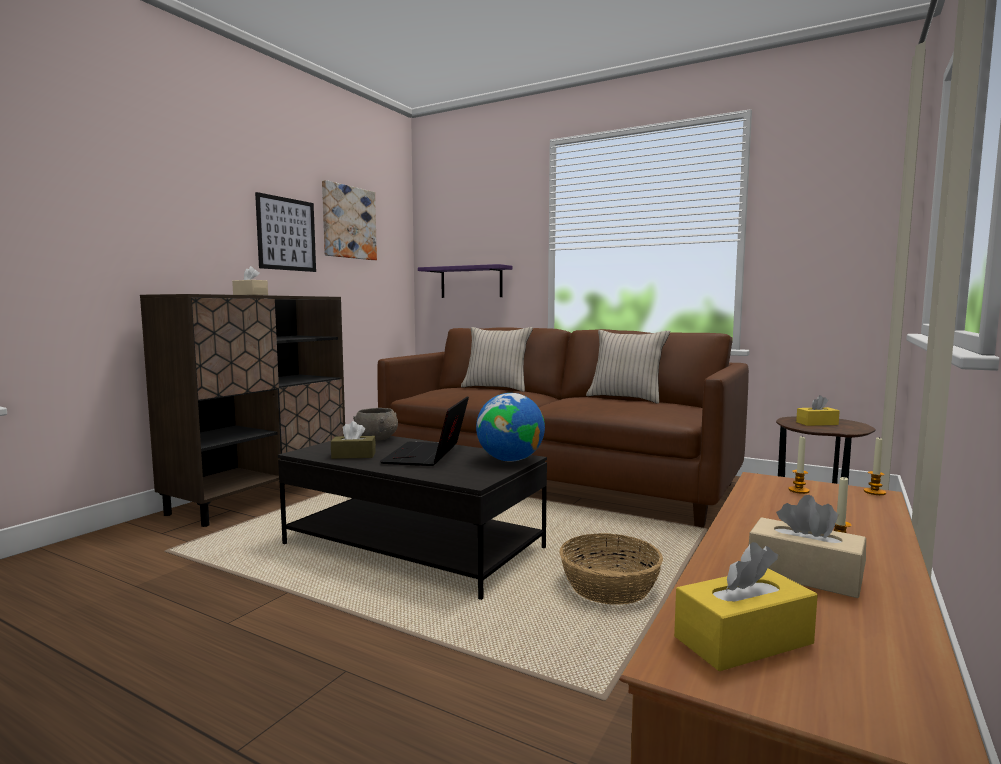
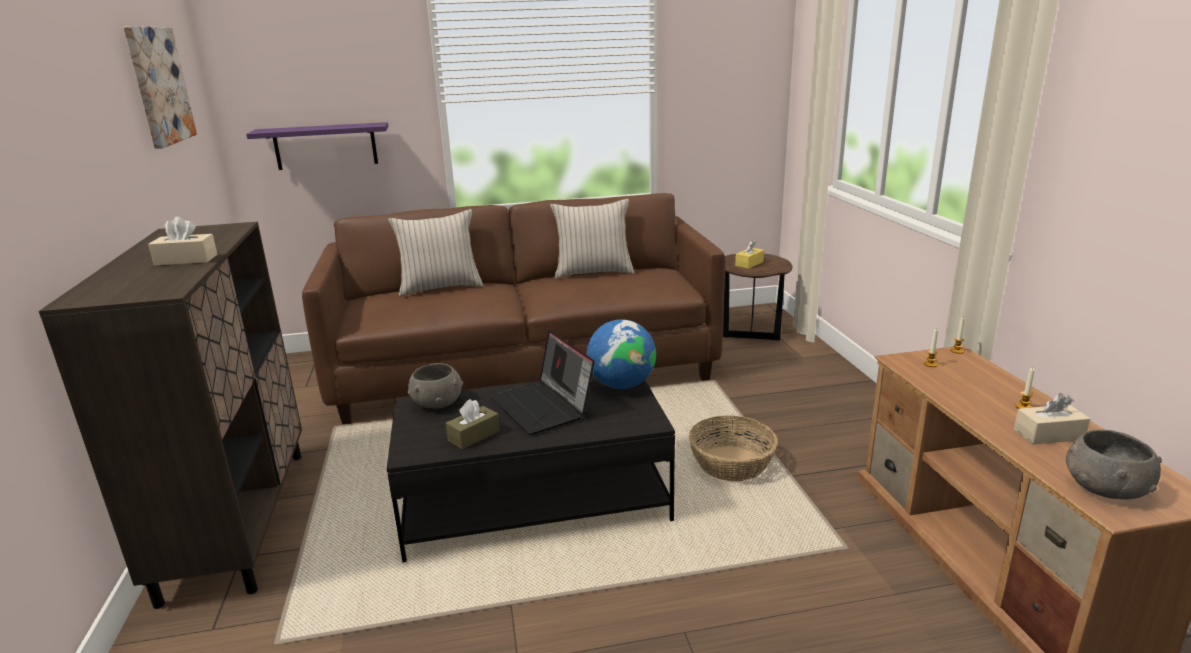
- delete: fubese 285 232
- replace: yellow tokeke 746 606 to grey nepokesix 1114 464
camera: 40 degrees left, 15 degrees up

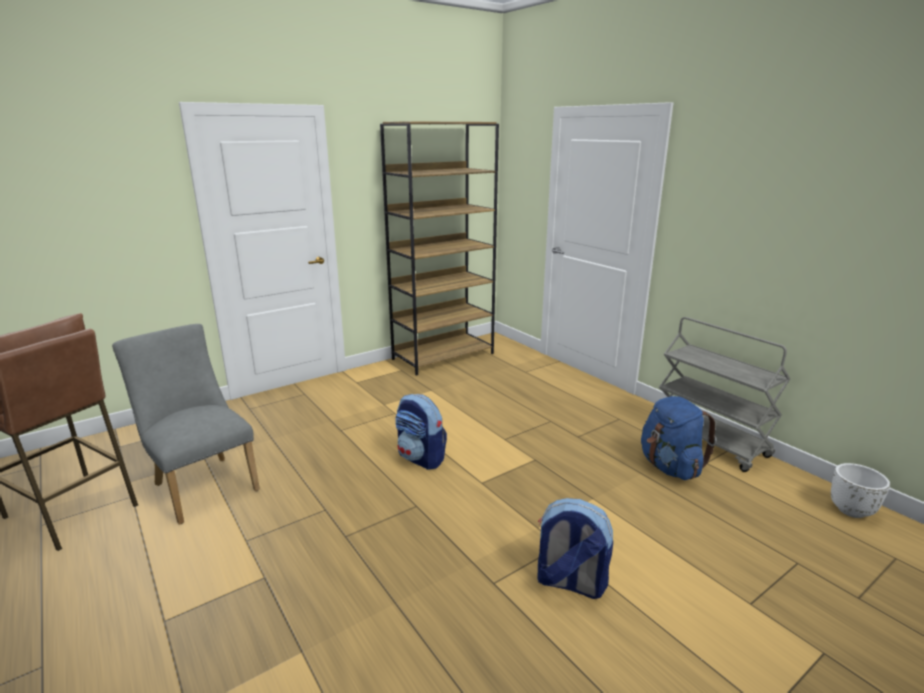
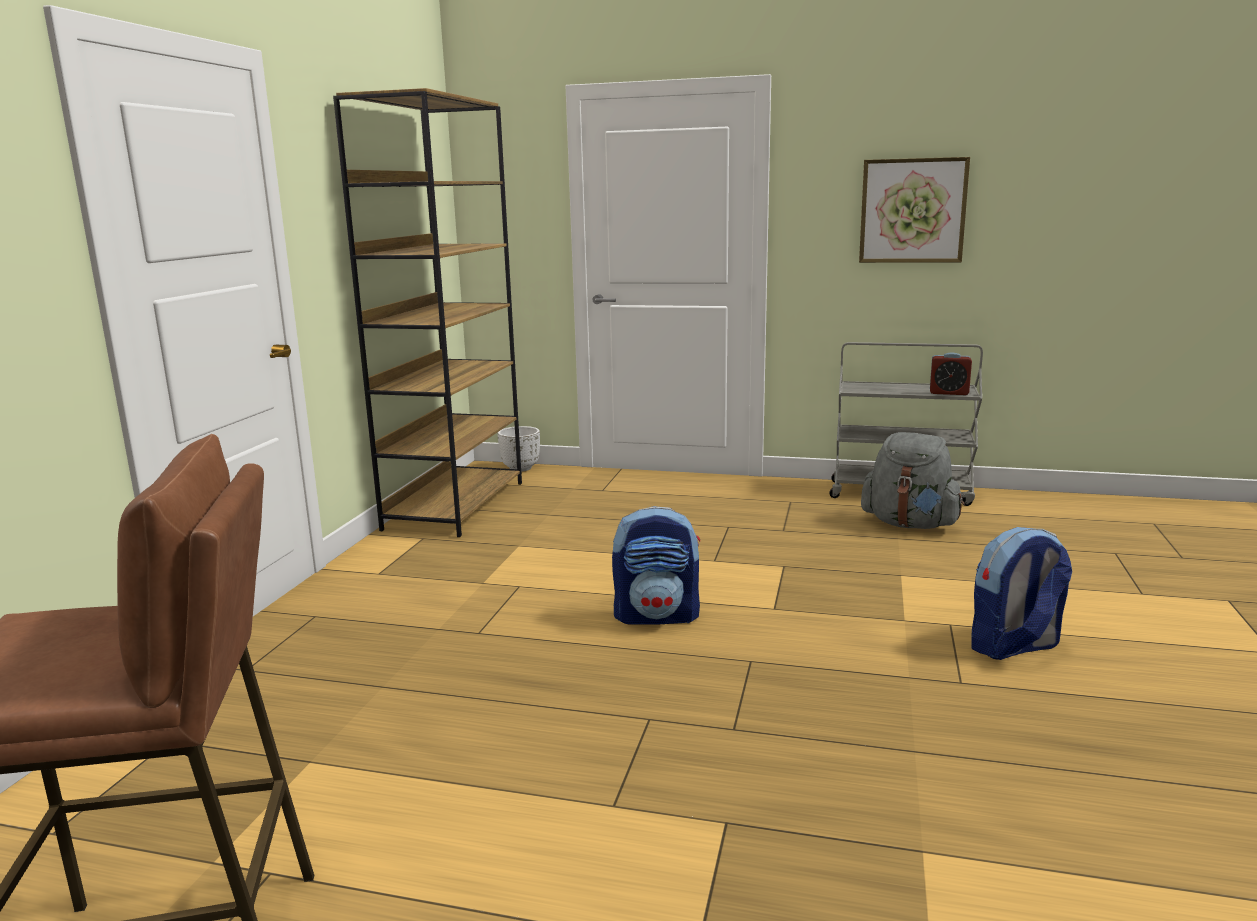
- delete: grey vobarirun 186 424
- insert: fubese 914 210
- insert: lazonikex 951 373
- move: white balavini 860 490 to 519 449
- recolor: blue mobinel 679 438 to grey mobinel 913 480
camera: 40 degrees left, 5 degrees down

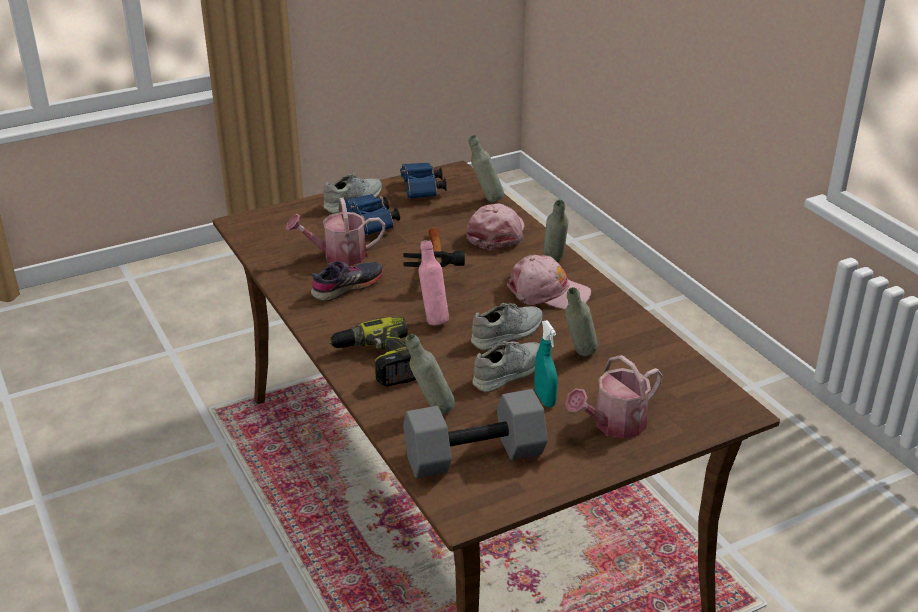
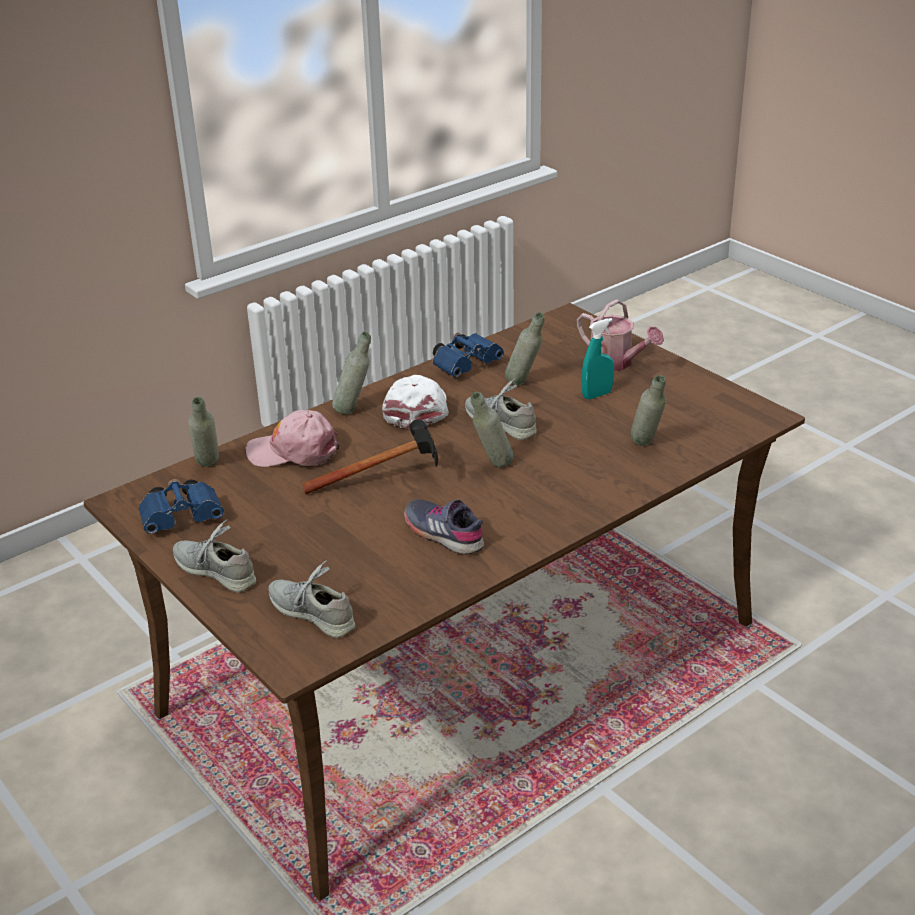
- delete: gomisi 335 232
- delete: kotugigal 372 351
- delete: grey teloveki 475 434
- move: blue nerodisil 372 214 to 468 355
- move: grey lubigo 506 367 to 311 599
- recolor: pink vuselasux 434 282 to grey vuselasux 492 429
- recolor: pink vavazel 549 282 to white vavazel 415 402
camera: 100 degrees left, 0 degrees up

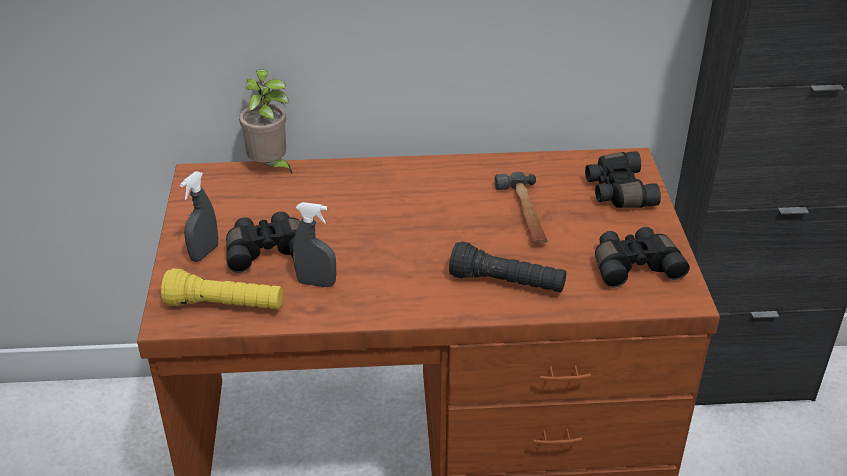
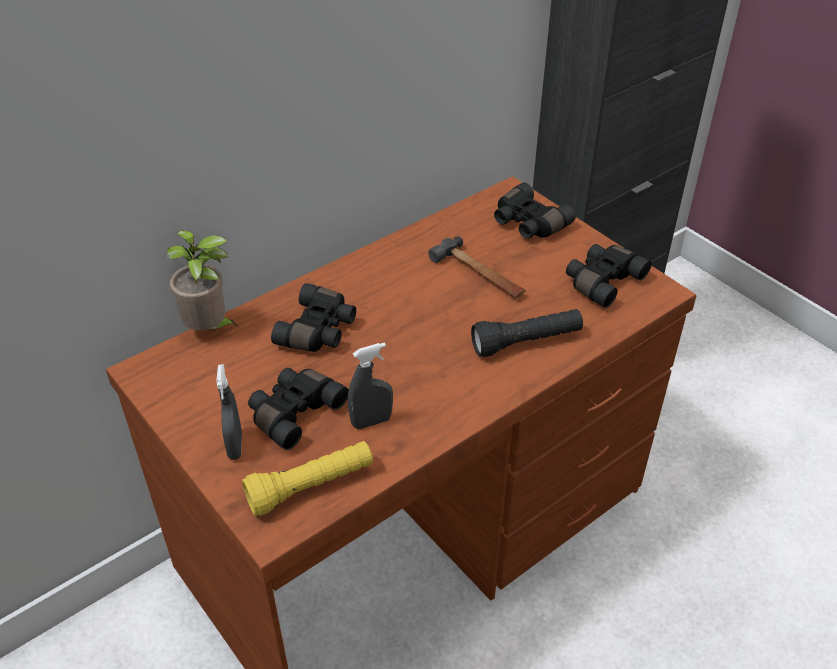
- insert: black nerodisil 313 317
camera: 35 degrees left, 5 degrees up

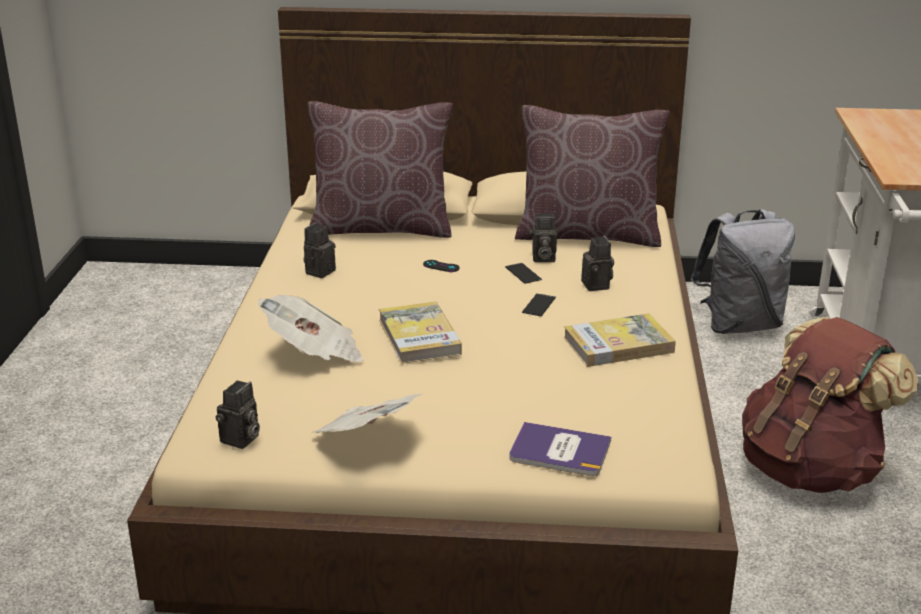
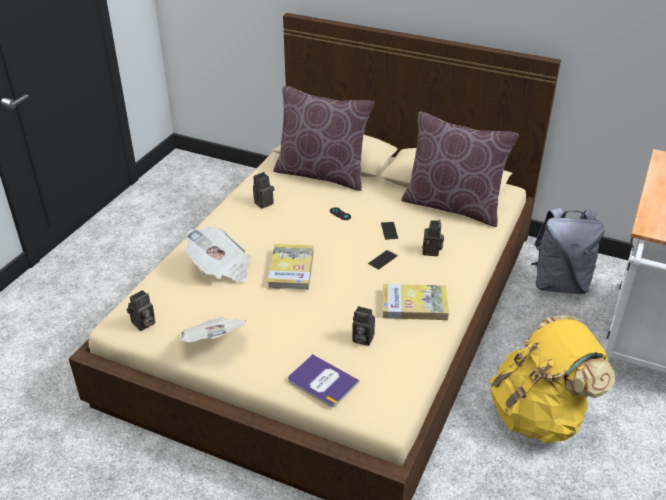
- move: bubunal 543 237 to 363 326
- recolor: brown mobinel 830 405 to yellow mobinel 552 379
camera: 20 degrees right, 10 degrees up

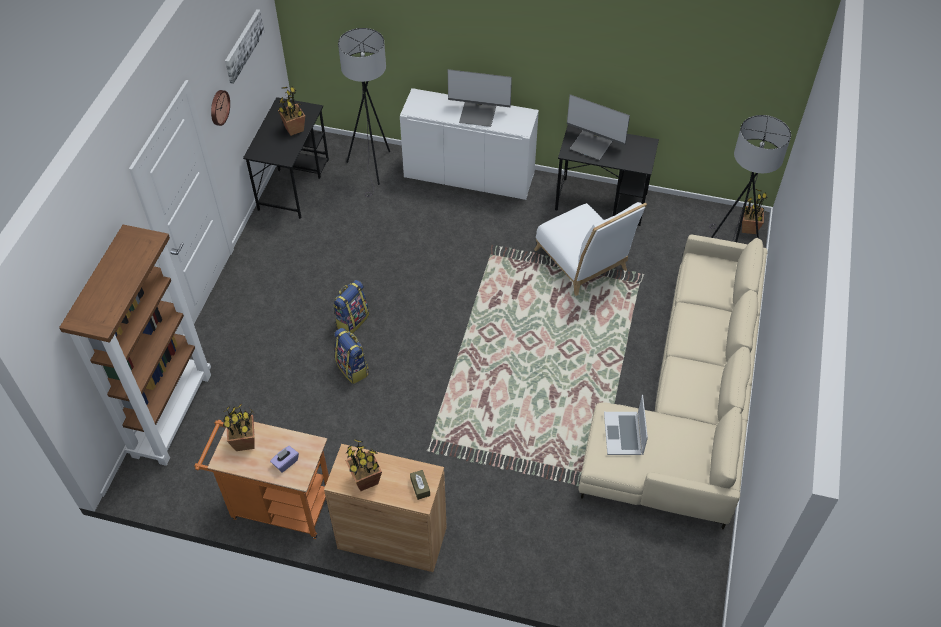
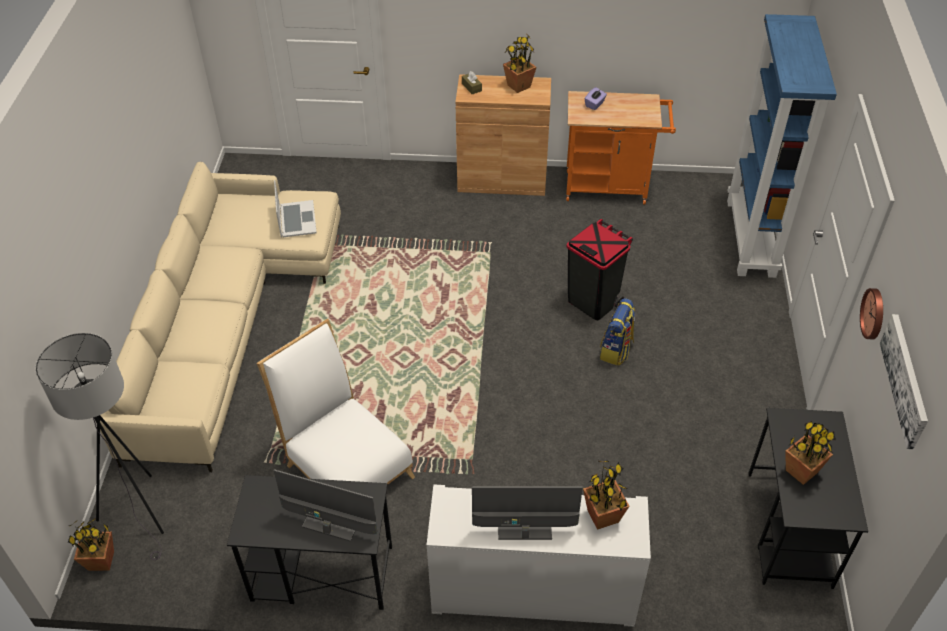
- delete: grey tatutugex 364 112
- move: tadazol 239 427 to 606 495
- replace: mobinel 351 356 to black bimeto 599 269
- recolor: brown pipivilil 135 345 to blue pipivilil 782 146
camera: 170 degrees right, 5 degrees down

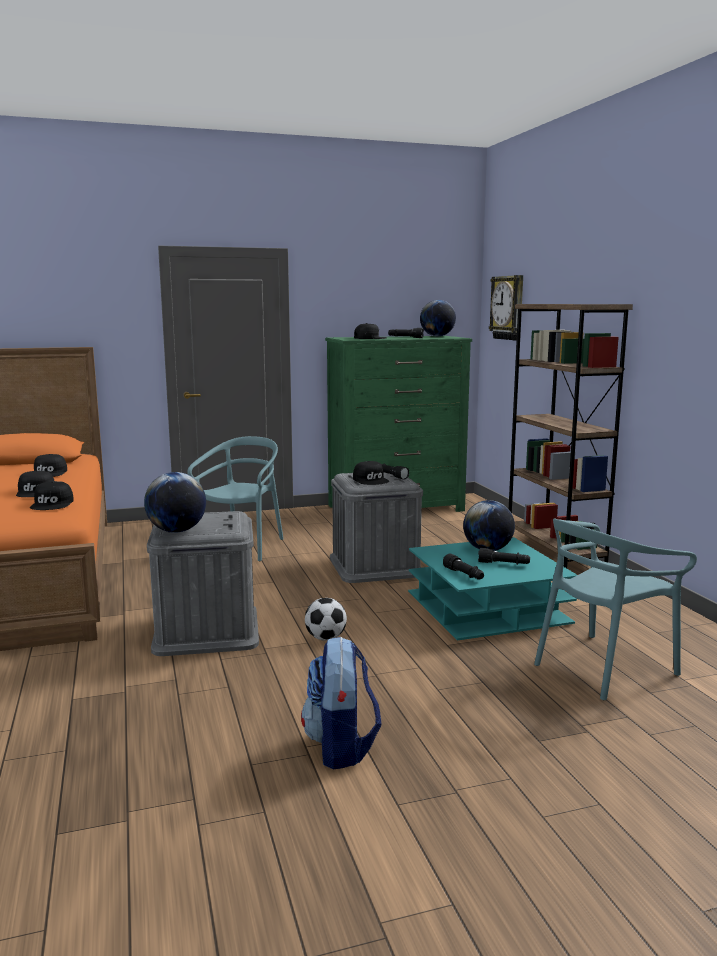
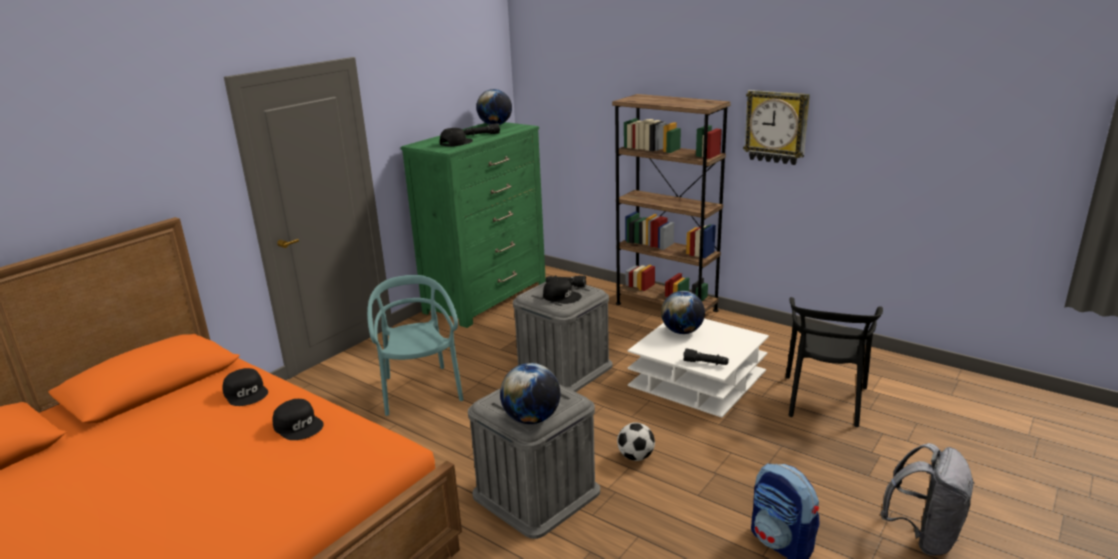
- delete: black vavazel 52 495
- delete: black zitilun 504 556
- insert: grey mobinel 927 499
- move: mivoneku 506 307 to 776 127
- recolor: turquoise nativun 492 588 to white nativun 698 368
- recolor: turquoise vobarirun 615 609 to black vobarirun 834 362
camera: 35 degrees left, 10 degrees up

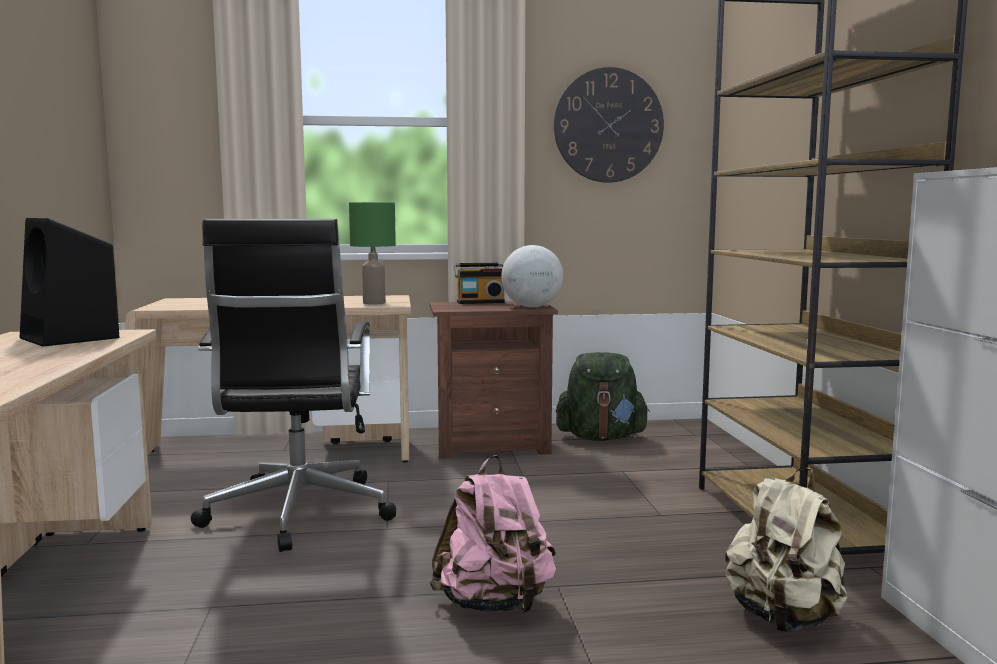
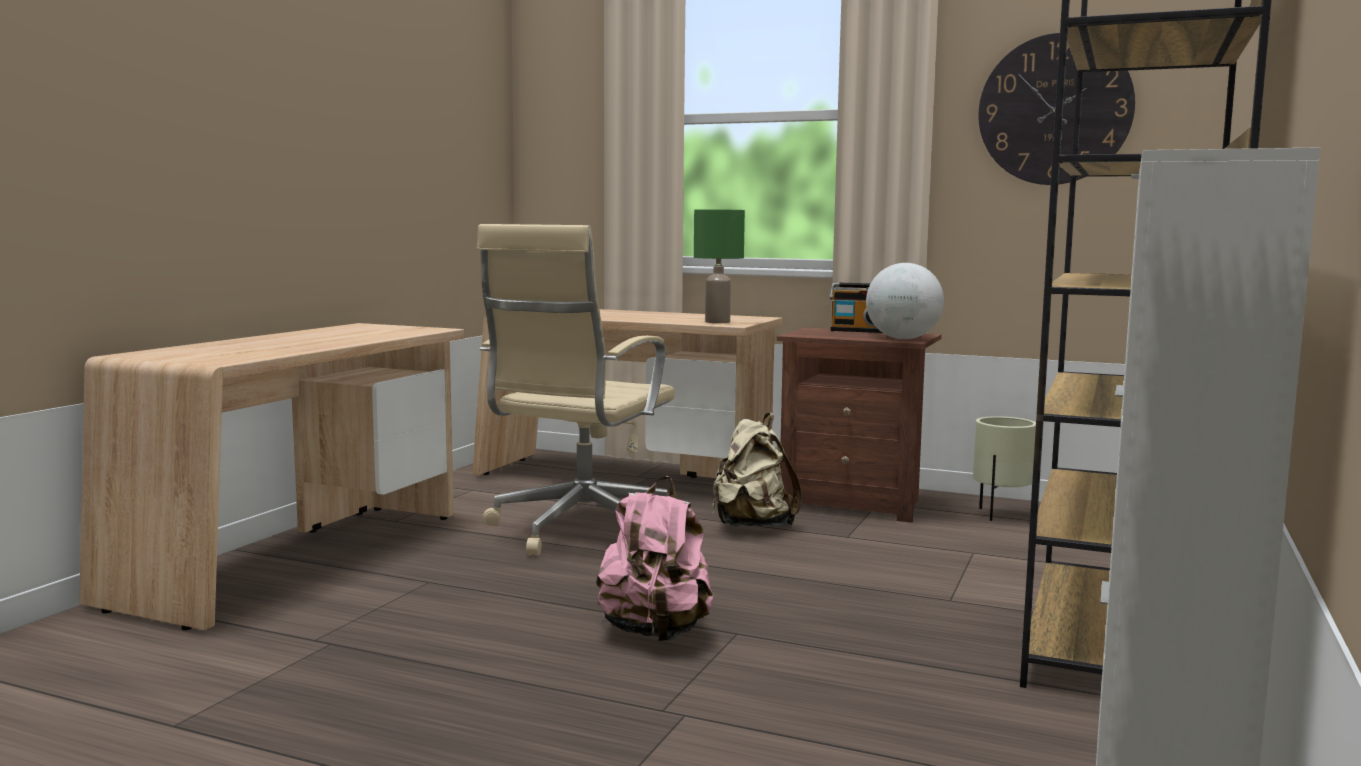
- delete: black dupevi 70 282
- move: beige mobinel 786 550 to 757 470
- replace: green mobinel 603 396 to beige balavini 1004 468
- recolor: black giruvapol 293 385 to beige giruvapol 576 390
camera: 30 degrees right, 0 degrees up

